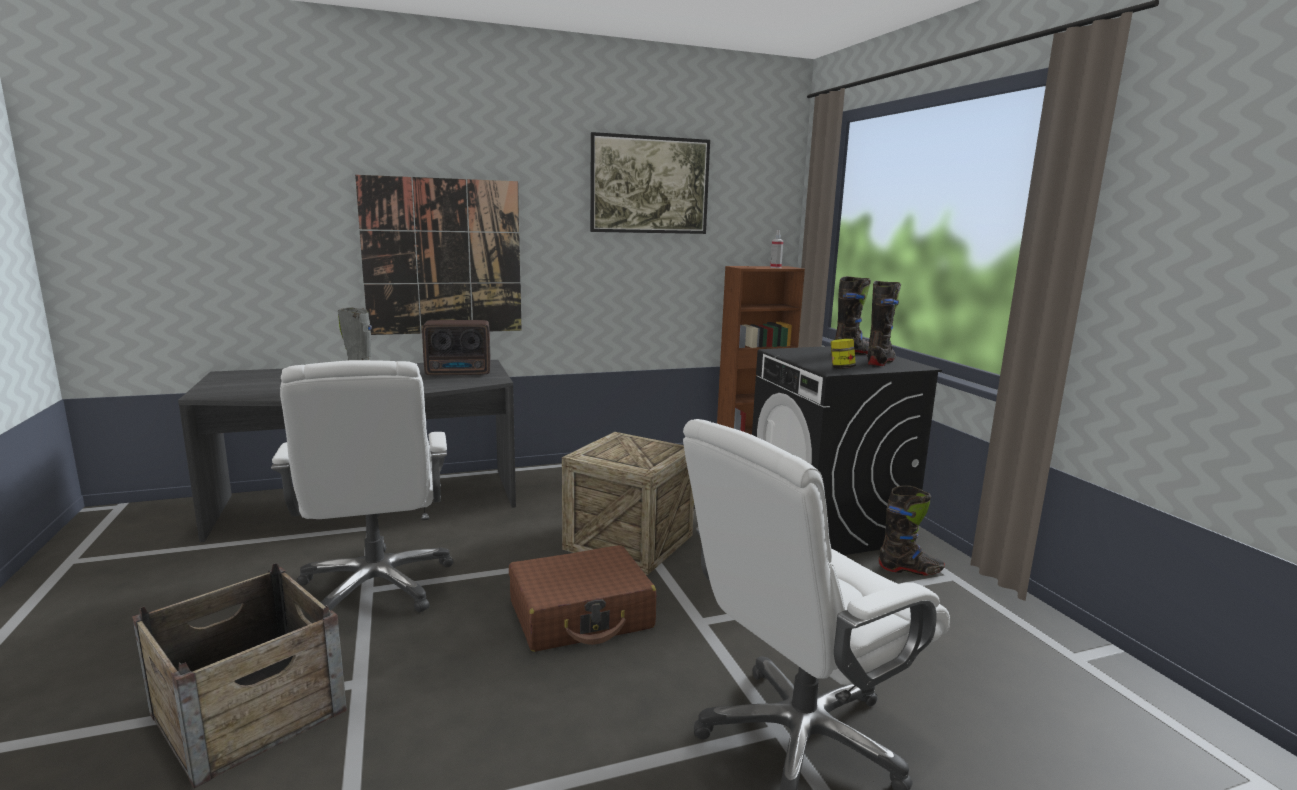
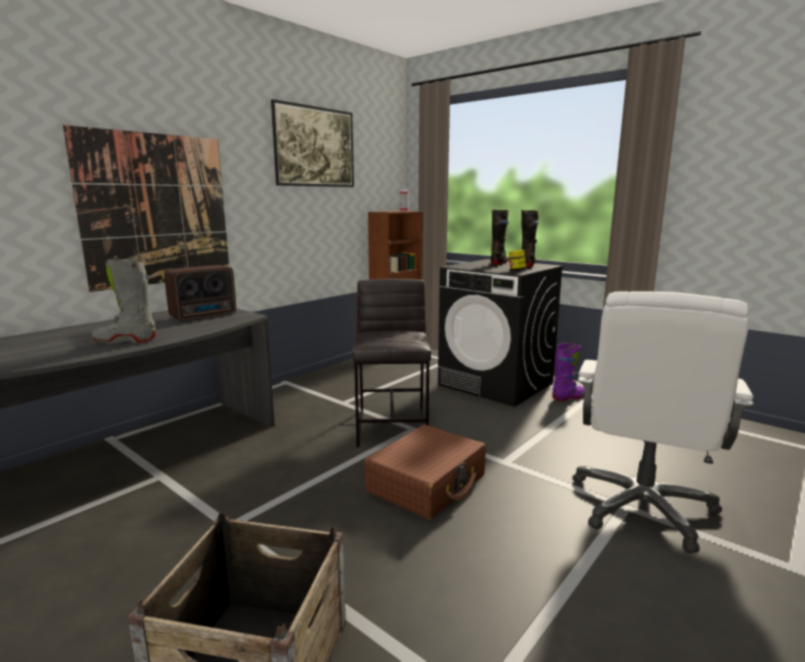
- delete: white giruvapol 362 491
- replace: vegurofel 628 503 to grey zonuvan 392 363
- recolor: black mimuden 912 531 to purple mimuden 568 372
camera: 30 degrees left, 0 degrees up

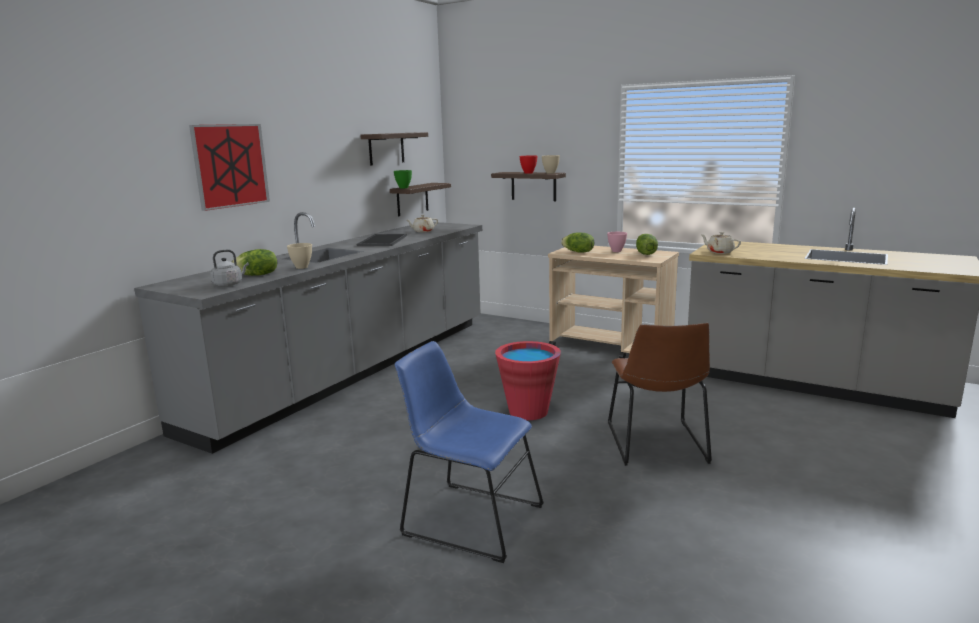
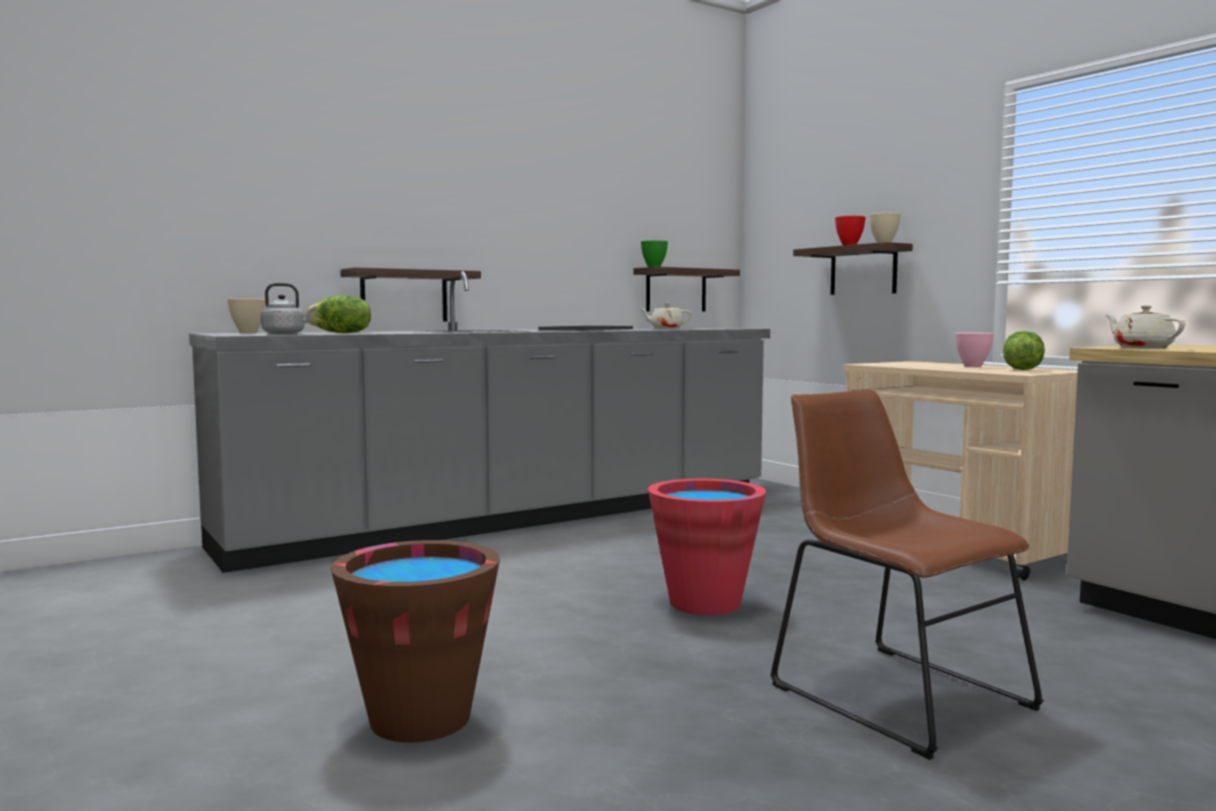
- delete: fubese 229 167
- delete: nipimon 577 242
- move: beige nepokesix 299 256 to 246 316
- move: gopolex 394 148 to 410 294
- replace: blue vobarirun 469 452 to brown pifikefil 415 641
- rotate: brown vobarirun 660 394 = 907 574 120 degrees clockwise
camera: 25 degrees right, 10 degrees down

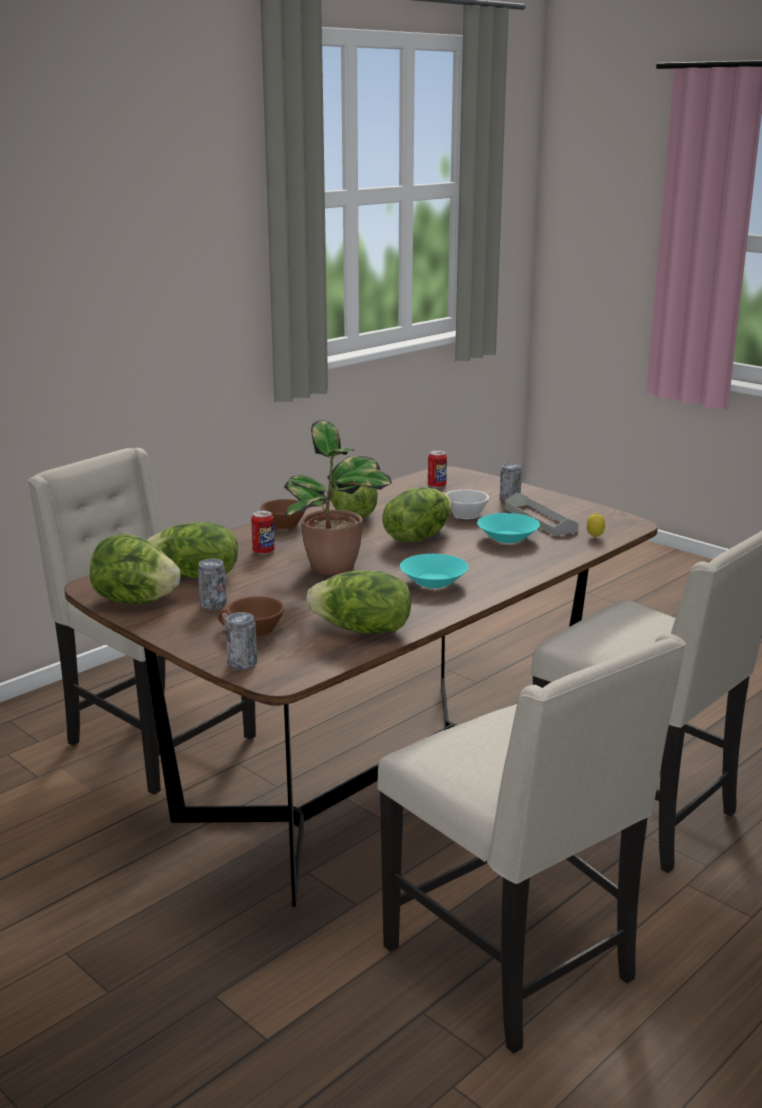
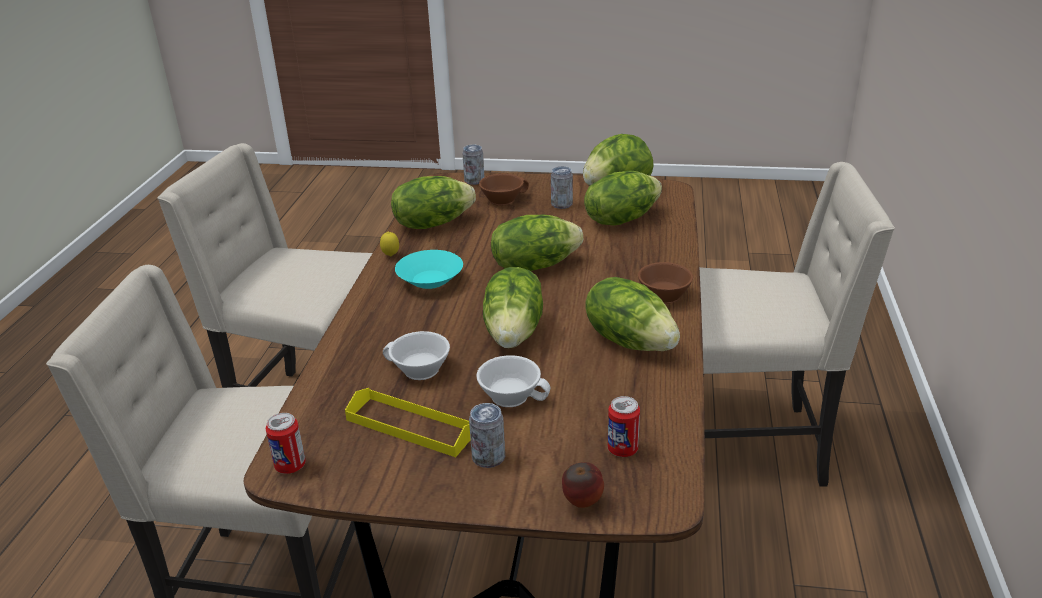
- insert: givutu 583 485
- move: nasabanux 262 533 to 286 443
- move: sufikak 596 525 to 389 243
- replace: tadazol 338 497 to nipimon 537 243
- replace: turquoise nepokesix 508 528 to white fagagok 416 355
- recolor: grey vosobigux 542 514 to yellow vosobigux 408 422
camera: 145 degrees right, 10 degrees up

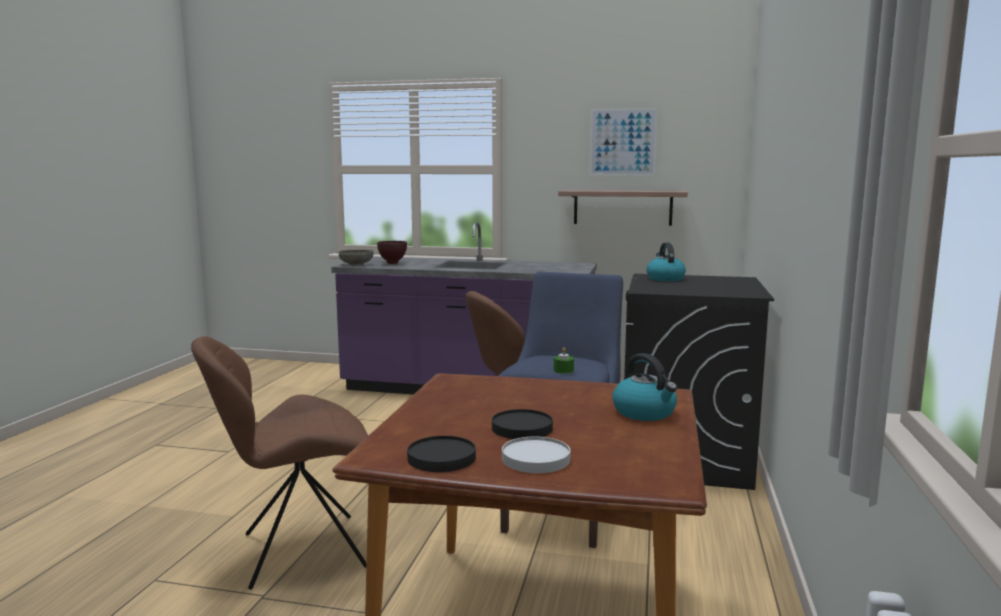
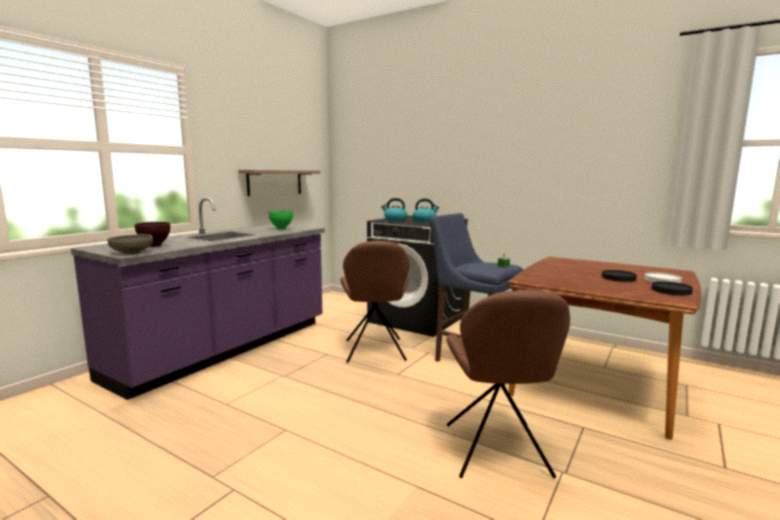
- delete: fubese 623 142
- insert: green nepokesix 280 220
- move: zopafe 645 387 to 426 210
camera: 70 degrees left, 0 degrees up

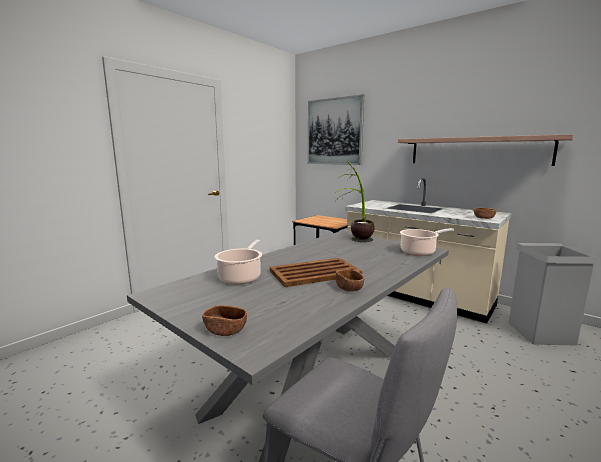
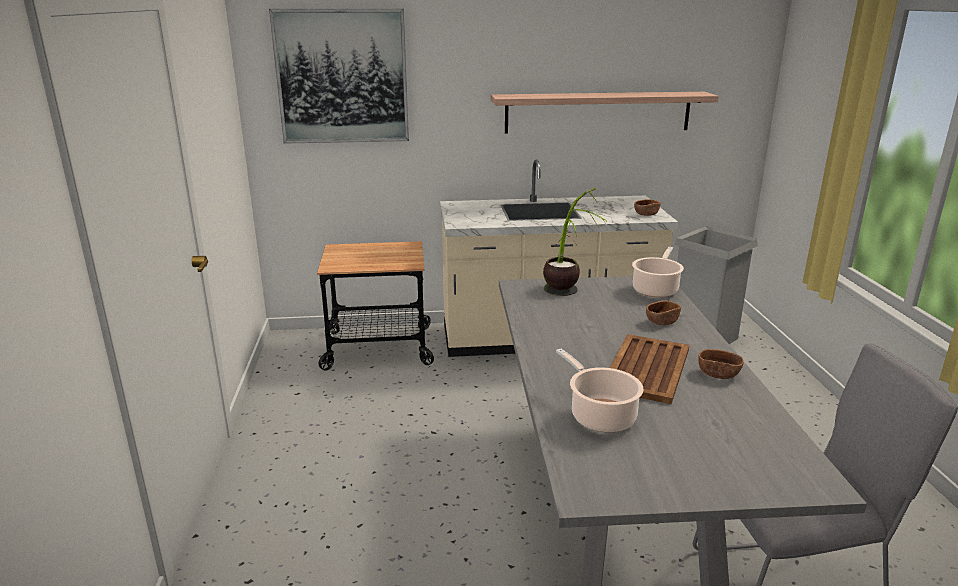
- move: brown nepokesix 224 320 to 663 313
camera: 45 degrees left, 10 degrees up

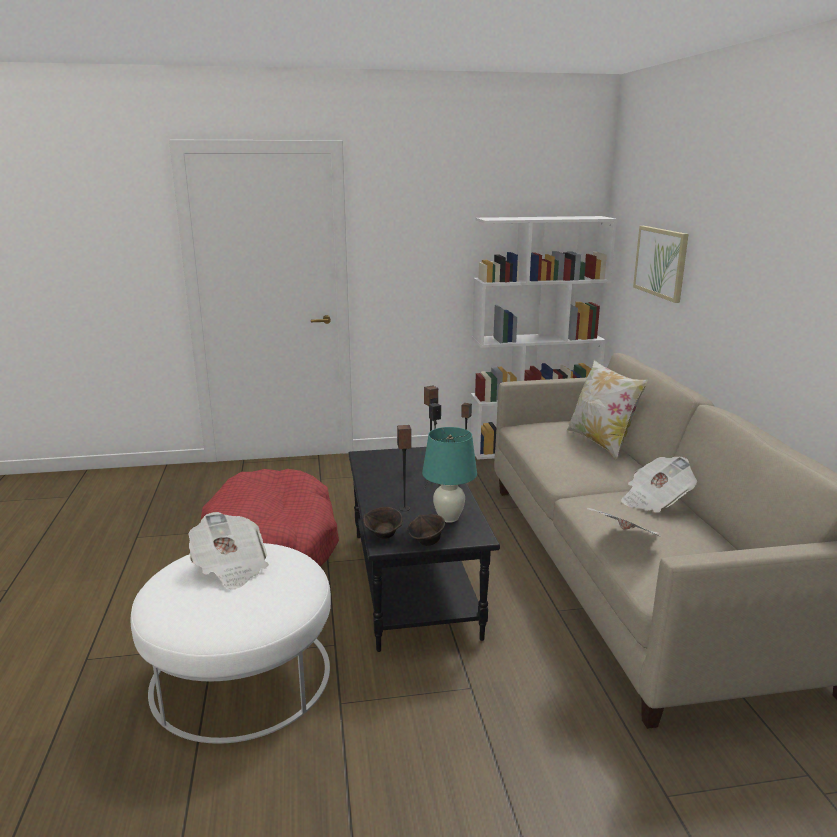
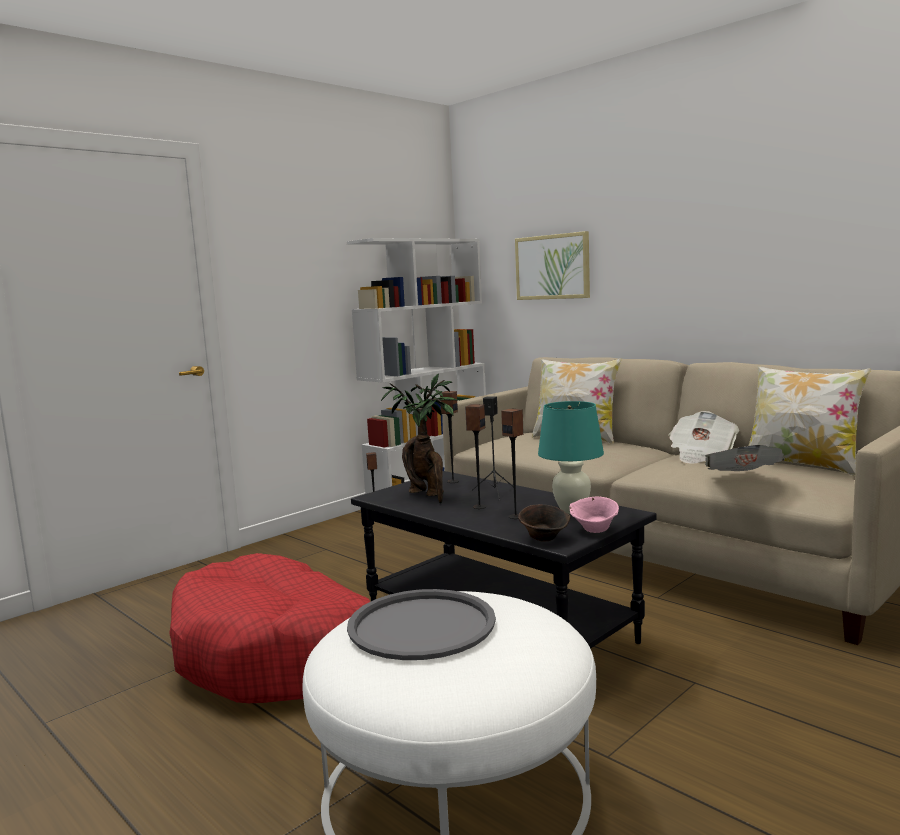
- insert: tadazol 419 438
- insert: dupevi 475 456
- insert: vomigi 809 421
- replace: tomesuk 228 551 to grey vosobigux 421 624
- recolor: brown nepokesix 426 530 to pink nepokesix 594 514
camera: 35 degrees left, 10 degrees down

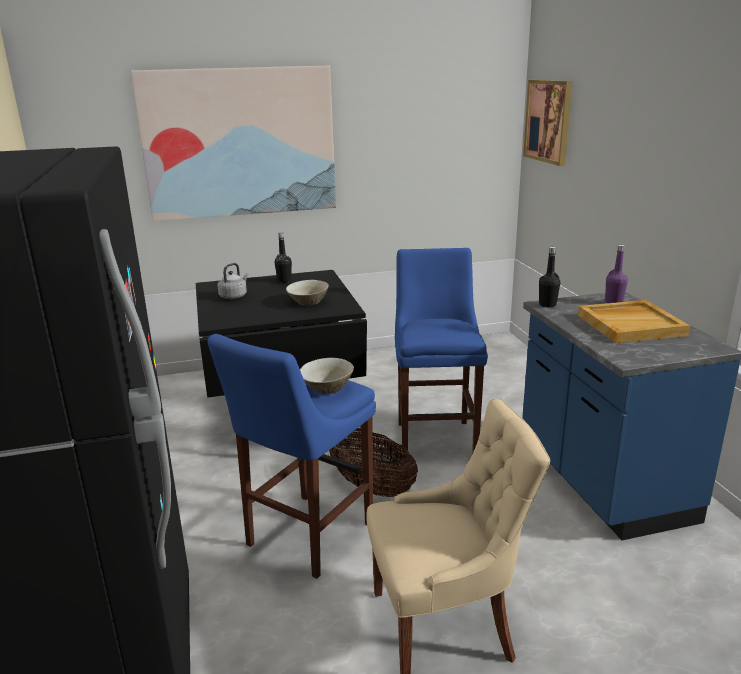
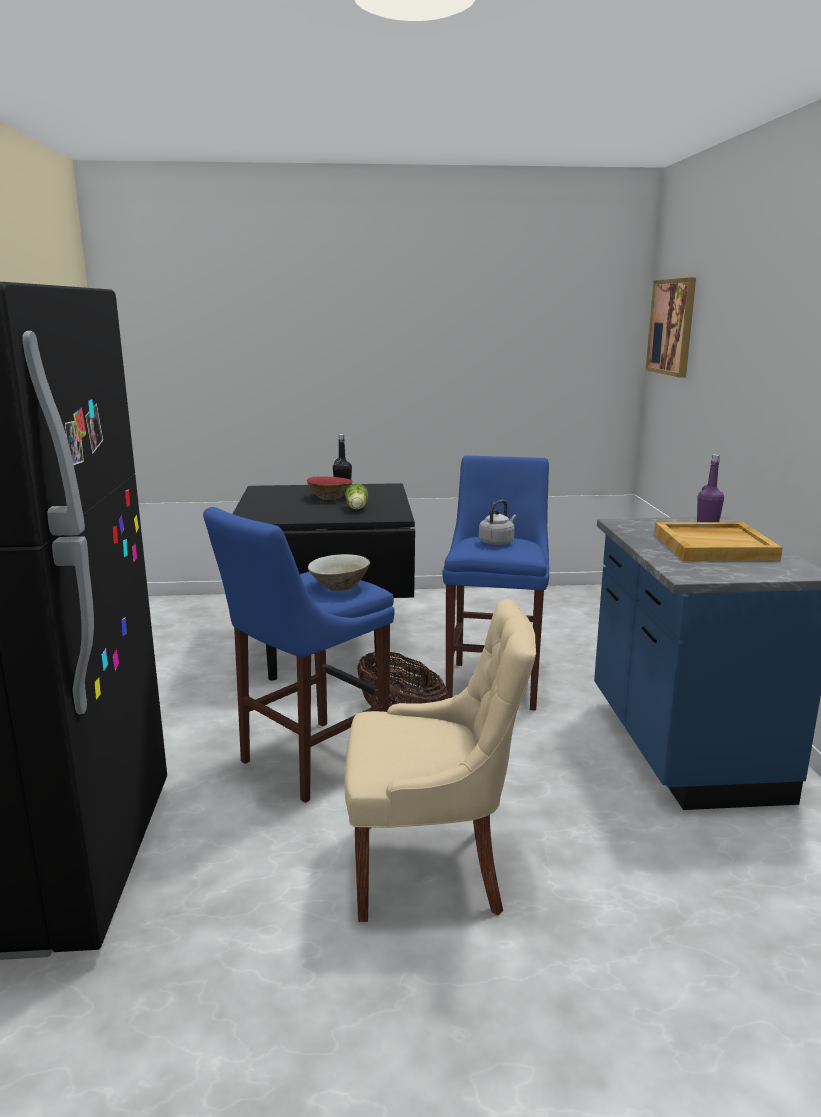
- delete: fubese 233 143
- delete: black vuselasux 549 277
- insert: red nepokesix 330 488
- move: grey zopafe 233 281 to 497 522
- replace: beige nepokesix 307 293 to nipimon 356 497
camera: 10 degrees right, 5 degrees down

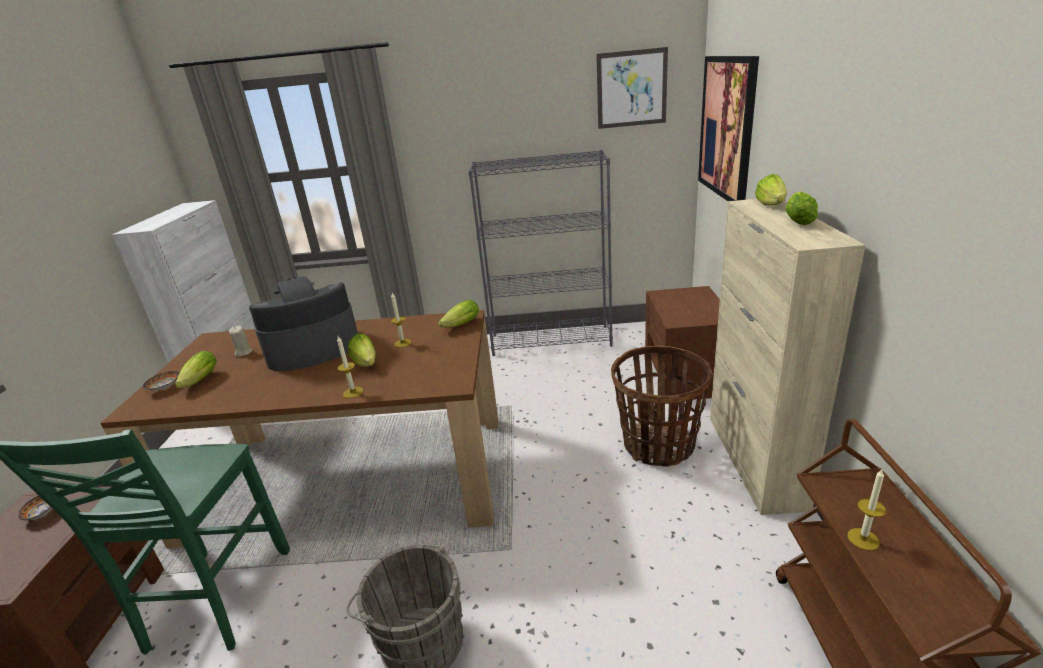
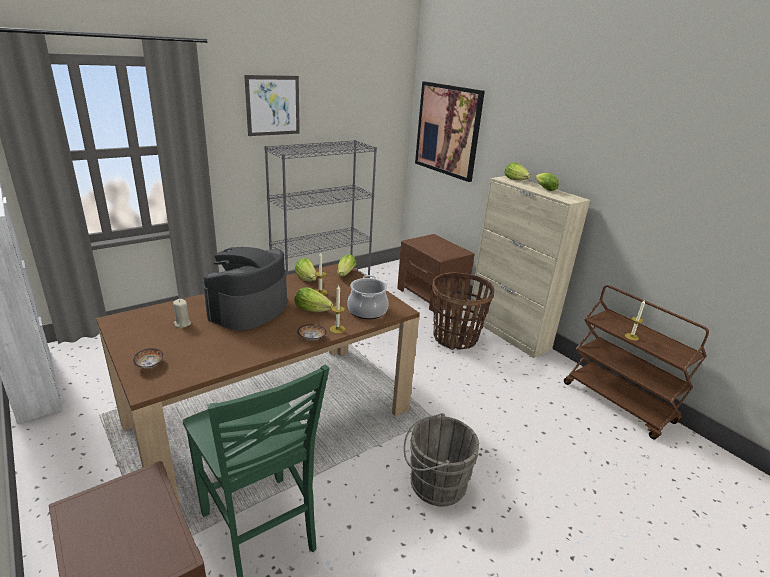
- insert: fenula 368 297
- move: nepokesix 35 507 to 312 332
- move: nipimon 196 369 to 306 270
- move: fubese 632 88 to 272 105
camera: 40 degrees left, 0 degrees up

